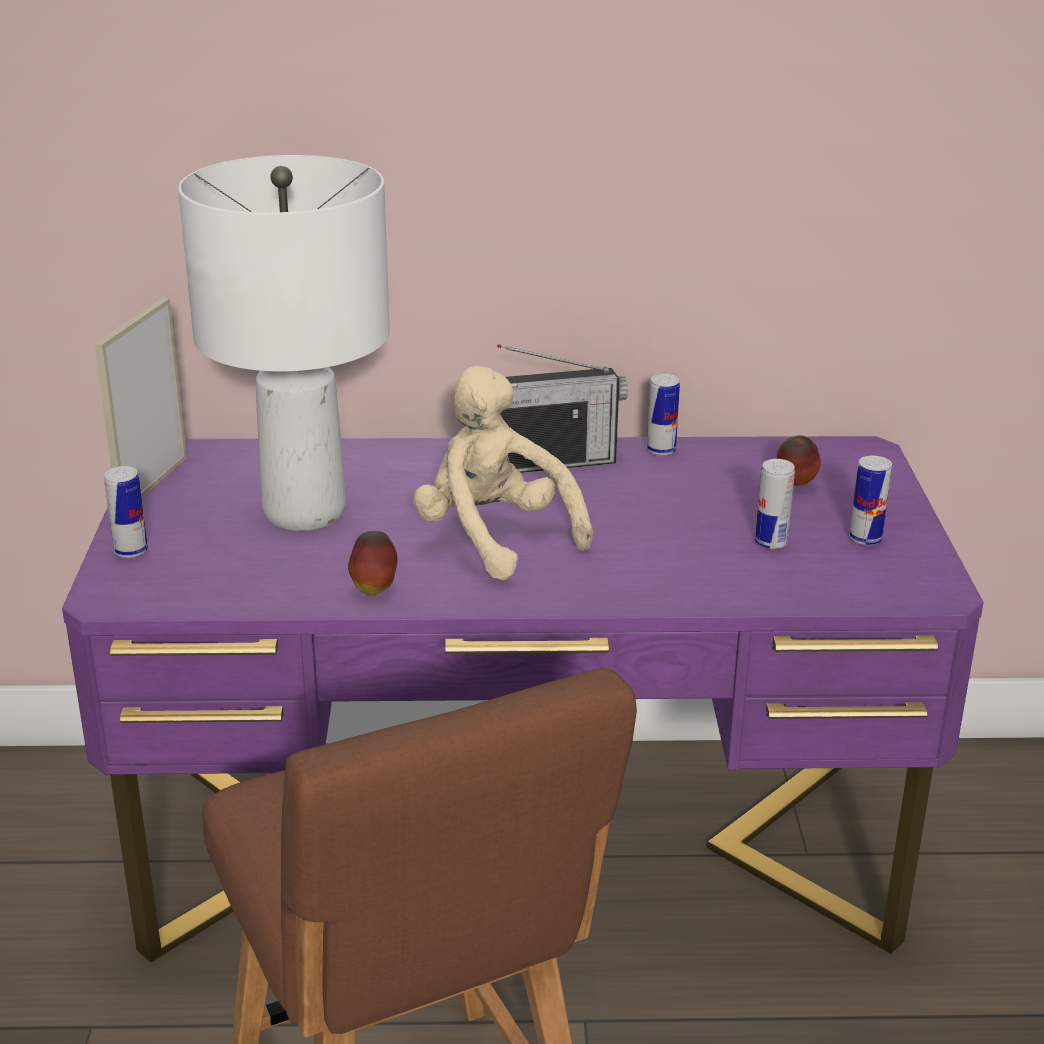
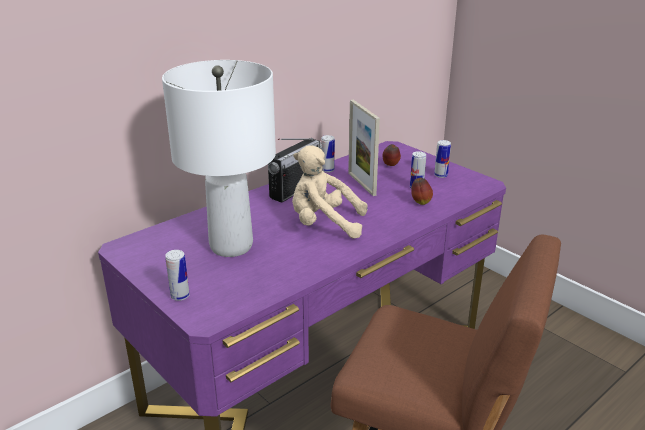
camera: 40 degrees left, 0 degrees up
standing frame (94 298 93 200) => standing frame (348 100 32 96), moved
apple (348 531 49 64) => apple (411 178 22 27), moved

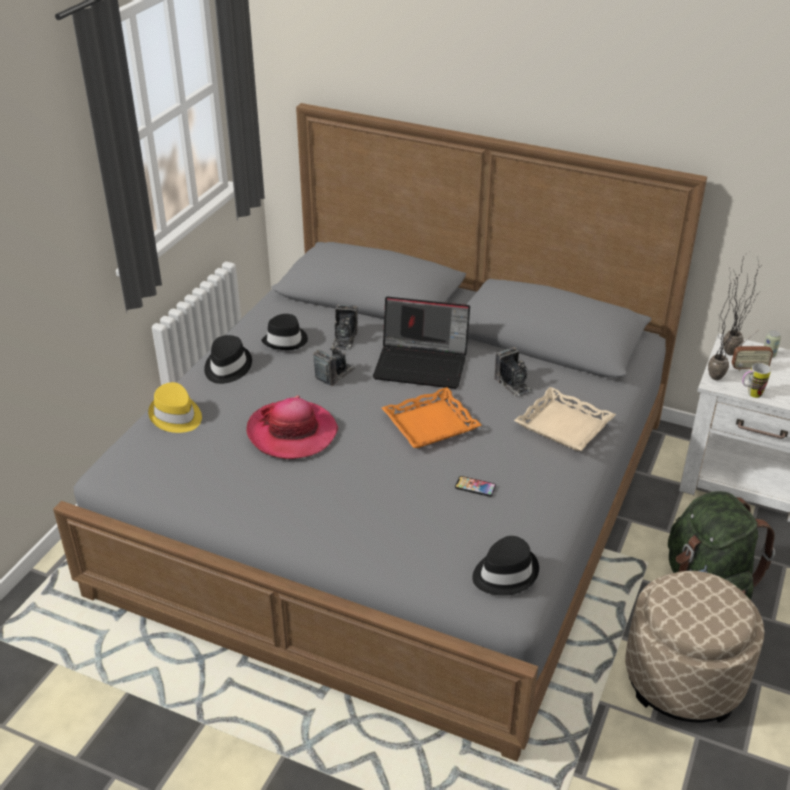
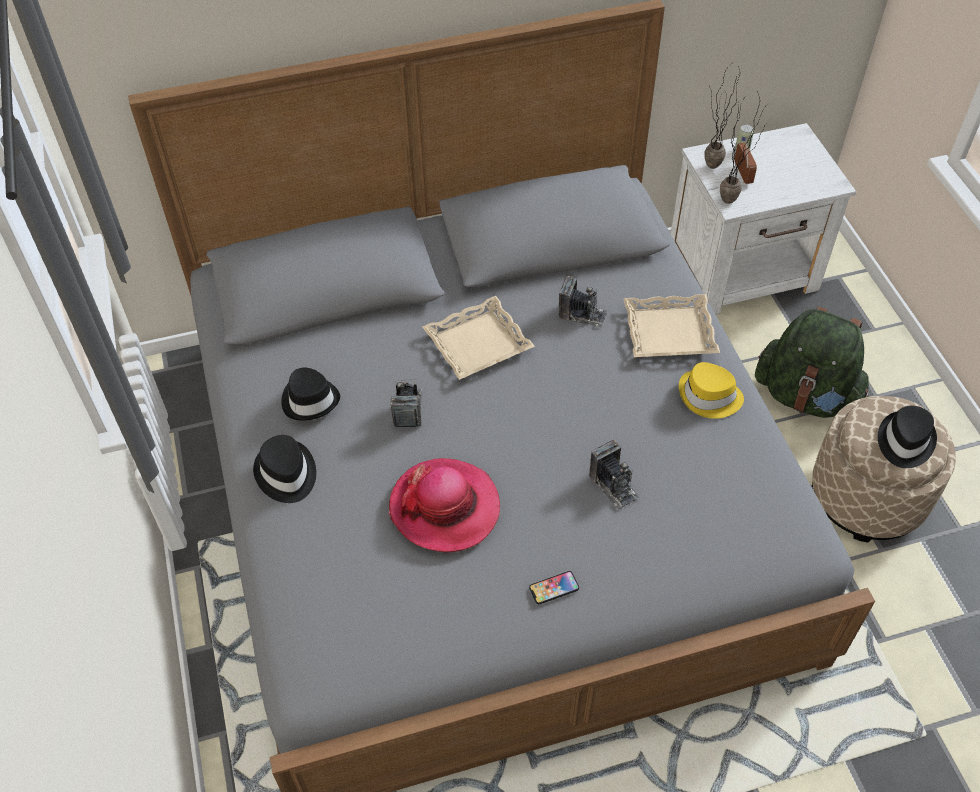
camera: 40 degrees left, 15 degrees up
clothing hat/yellowish (148 382 54 51) => clothing hat/yellowish (679 362 65 57), moved
photo camera (332 304 26 47) => photo camera (589 440 51 70), moved
notebook computer (373 297 97 92) => tray/sand-coloured (422 296 113 84)
tray/orange (381 387 100 61) => nothing
handset (455 476 41 21) => handset (529 571 50 33), moved
clothing hat/black-coloured (472 536 67 60) => clothing hat/black-coloured (878 406 59 62), moved
radio receiver (732 330 41 41) => radio receiver (734 138 23 46), 60 degrees counterclockwise
tea mug (742 363 29 35) => nothing

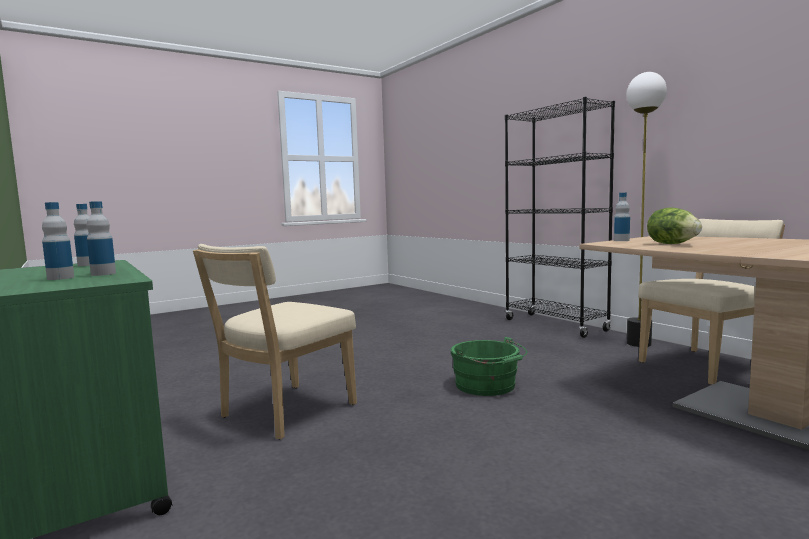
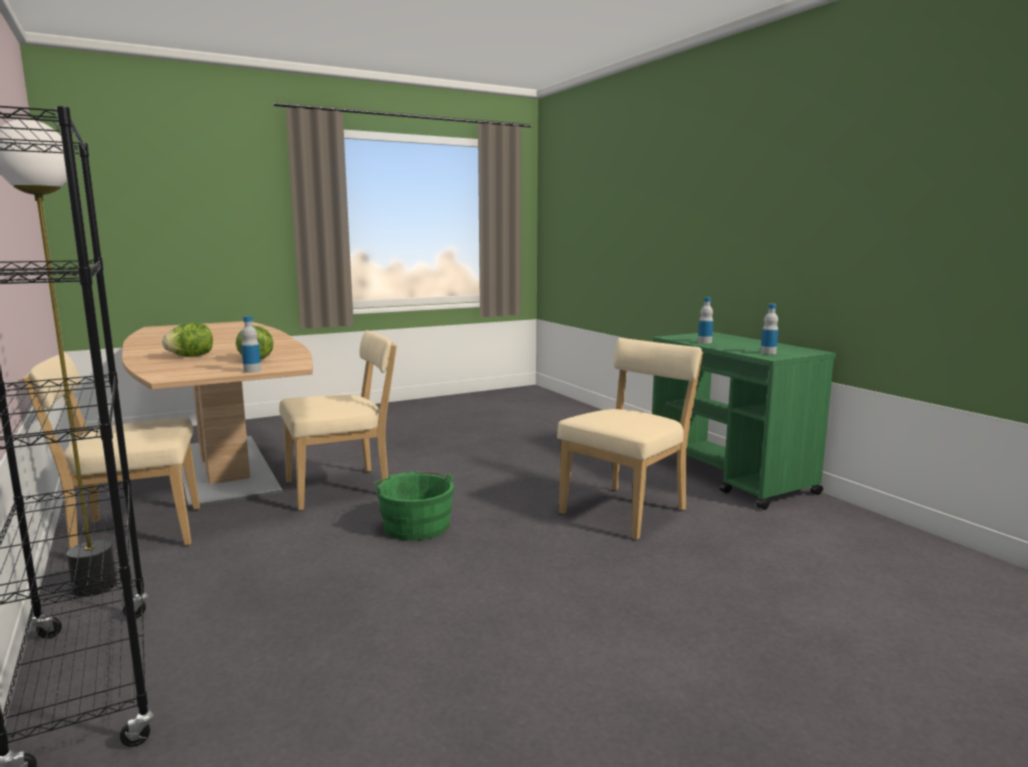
camera: 175 degrees left, 5 degrees up
beverage bottle (42 202 32 78) => nothing
nothing => lettuce head (162 323 51 34)
nothing => plain chair/sand-coloured (279 330 118 181)

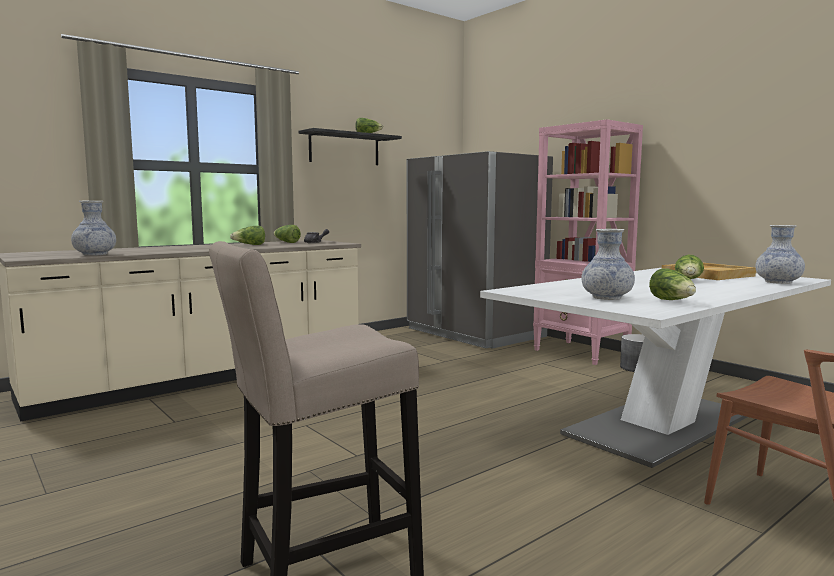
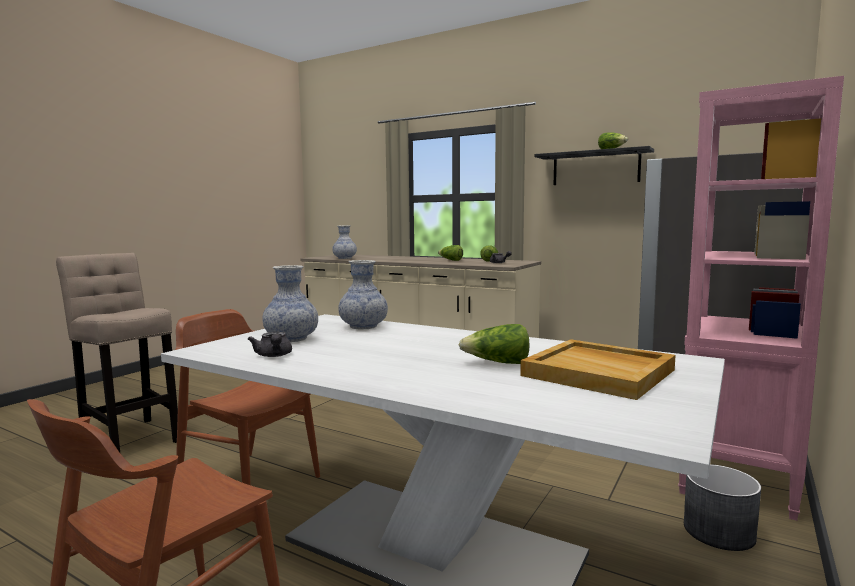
camera: 70 degrees right, 0 degrees up
lettuce head (649 268 47 32) => teapot/grey (248 332 44 25)
decorative vase (755 225 50 59) => decorative vase (338 260 50 69), moved
nothing => plain chair/brownish (175 309 145 176)

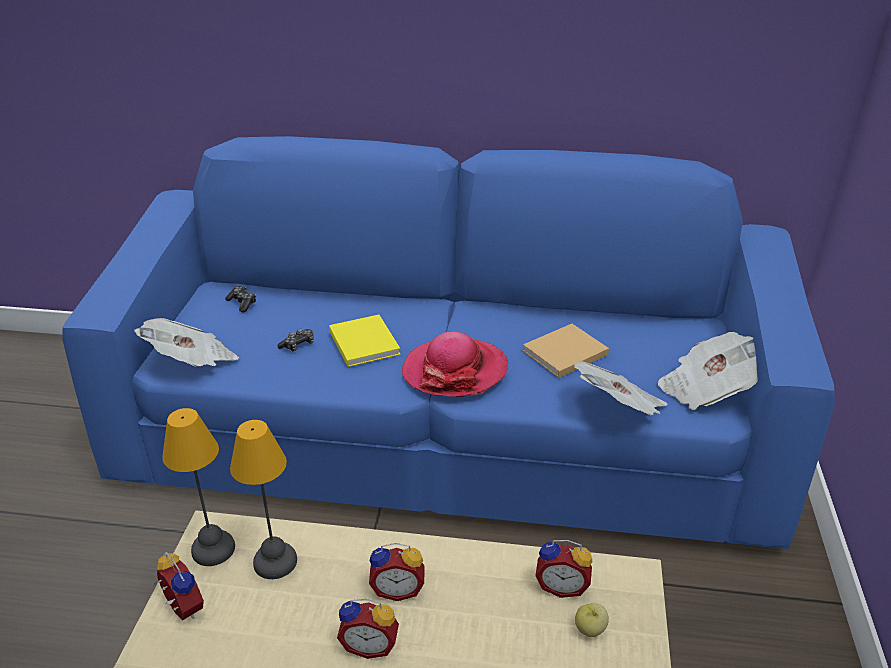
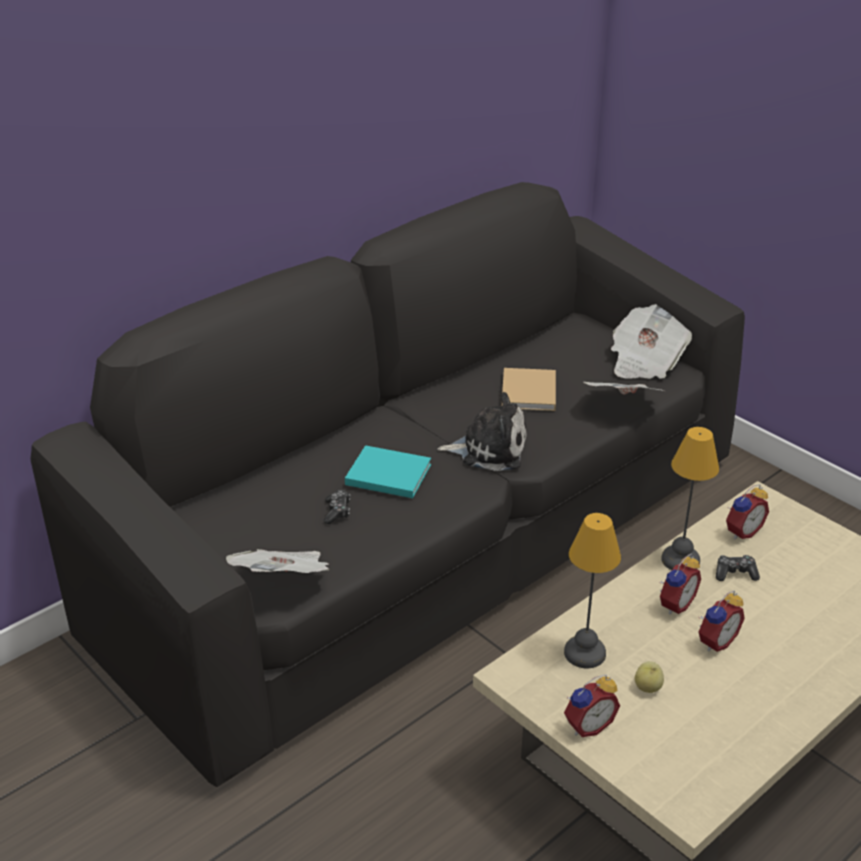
camera: 50 degrees left, 0 degrees up
couch/blue (62 136 773 413) => couch/black-coloured (30 182 715 605)
alarm clock (153 552 51 69) => alarm clock (564 674 56 63), 150 degrees clockwise
tabletop lamp (162 408 73 158) => tabletop lamp (661 427 58 143), moved
game controller (225 286 31 26) => game controller (716 555 44 26), moved
book/yellowish (329 315 71 52) => book/turquoise-coloured (345 445 86 53)
clothing hat (402 331 106 66) => cuddly toy (437 392 90 79)
apple (575 603 34 34) => apple (635 661 29 32), moved

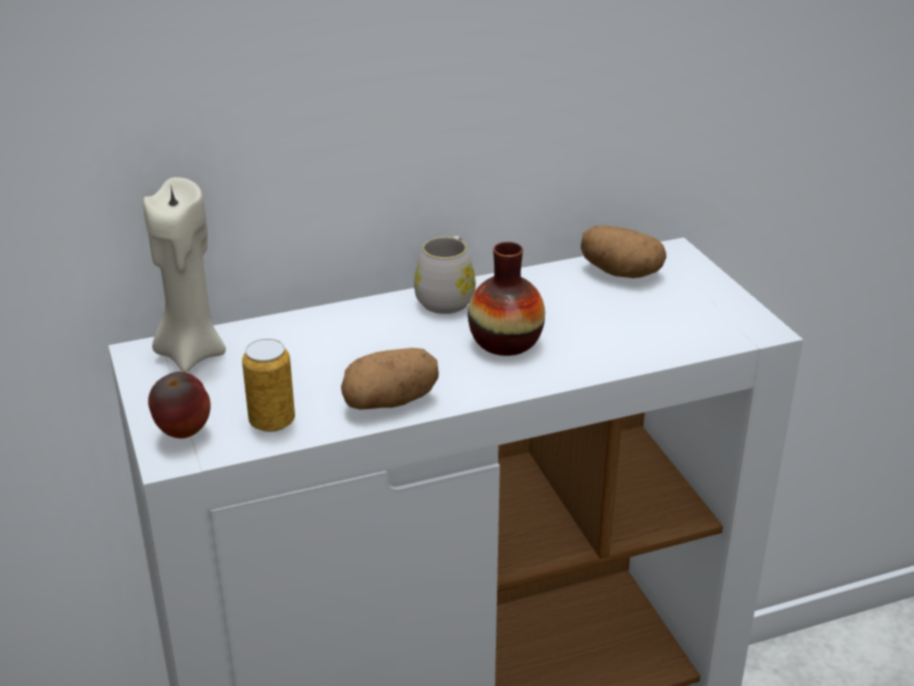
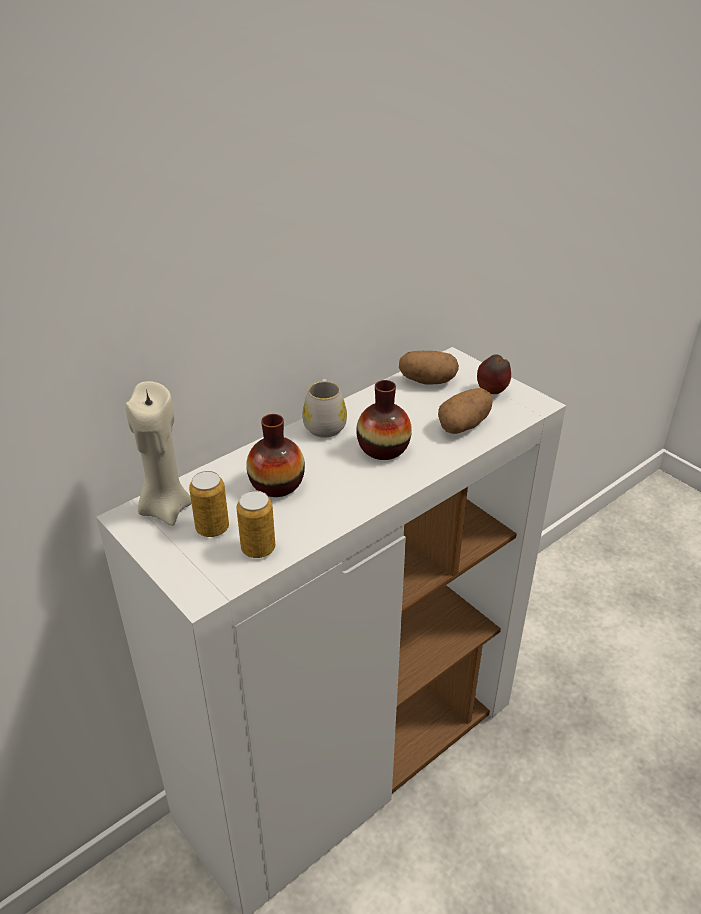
camera: 20 degrees left, 5 degrees up
apple (148 372 62 66) => apple (477 354 34 40), moved
potato (341 348 98 62) => potato (438 388 55 46), moved
nothing => metal can (189 471 40 66)
nothing => decorative vase (246 414 59 83)

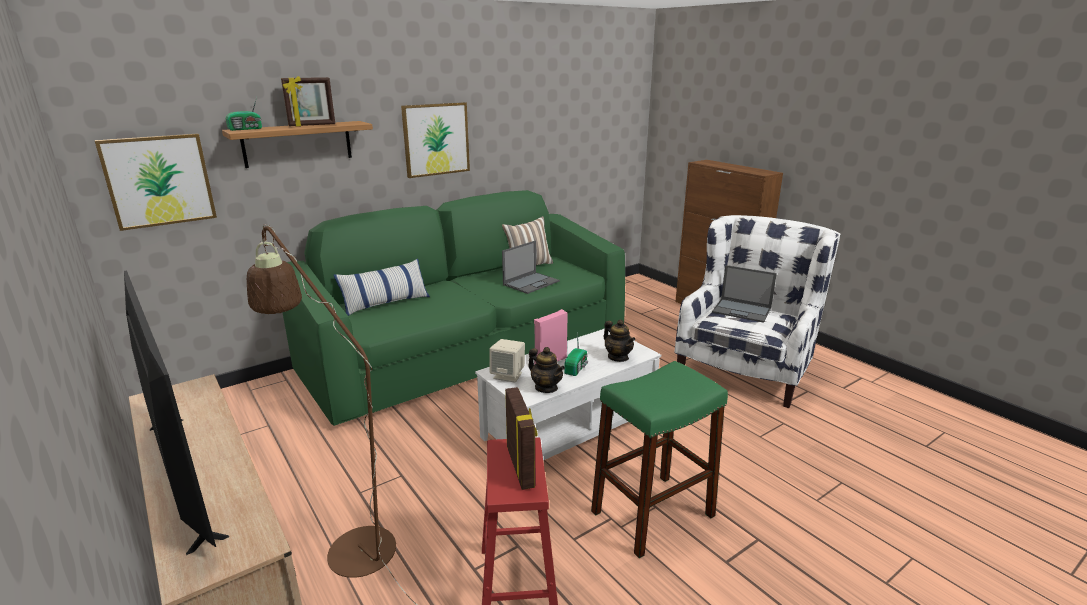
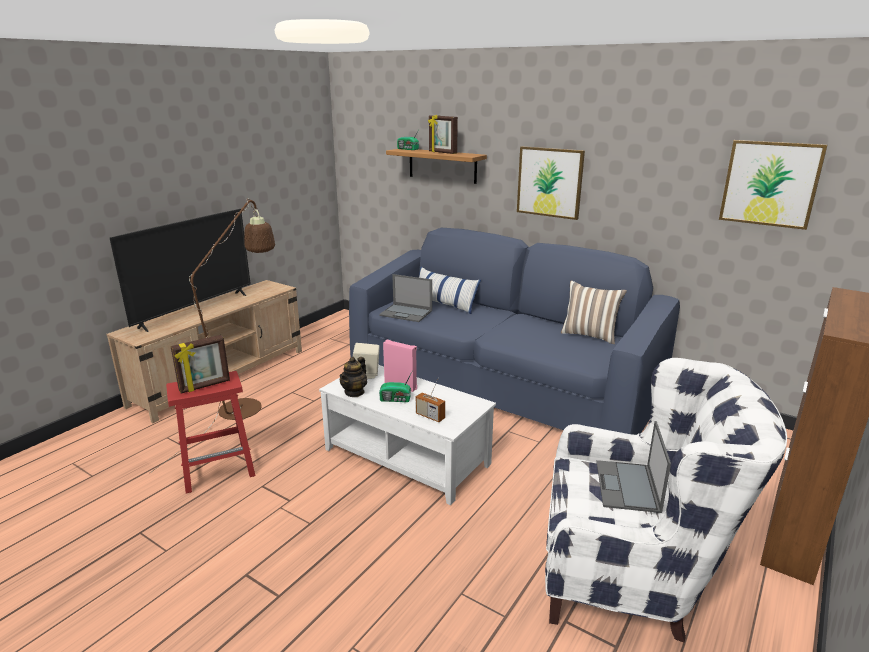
camera: 70 degrees right, 0 degrees up
picture (95 134 122 97) => picture (719 140 109 90), moved
couch/green-coloured (282 190 343 236) => couch/blue (349 228 331 207)
notebook computer (502 241 58 53) => notebook computer (379 274 53 48), moved
sitting stool/green-coloured (591 361 137 197) => nothing
teapot (604 320 32 42) => radio receiver (416 378 29 44)

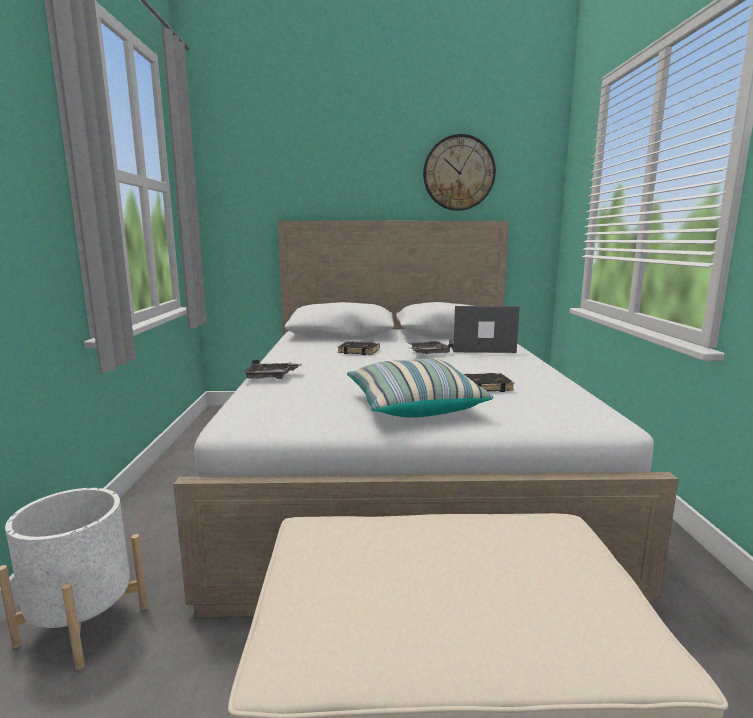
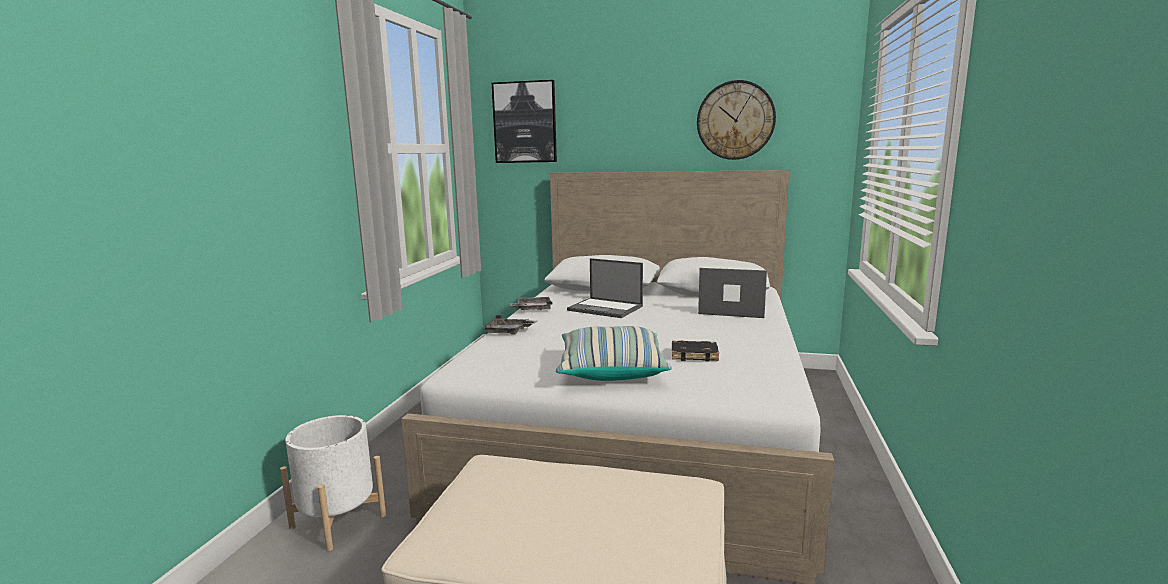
camera: 15 degrees right, 0 degrees up
book/black-coloured (337 341 43 14) => notebook computer (567 258 76 60)
tray/grey (408 341 45 13) => tray/grey (509 297 44 13), moved
nothing => picture (492 80 65 83)

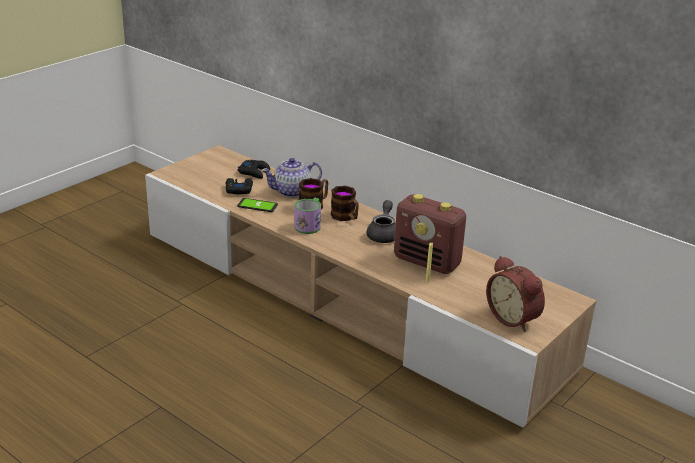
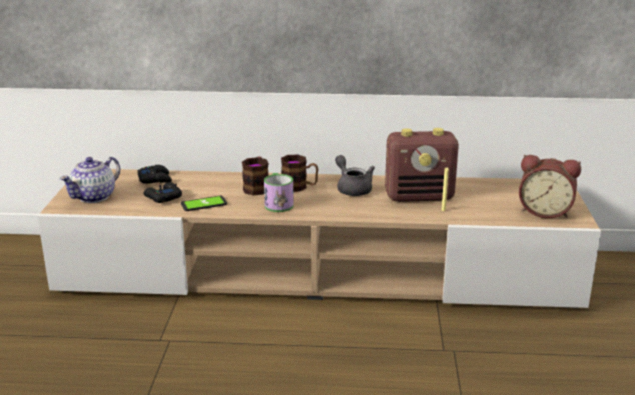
camera: 35 degrees left, 5 degrees down
teapot (261 158 61 40) => teapot (60 157 60 46), moved

